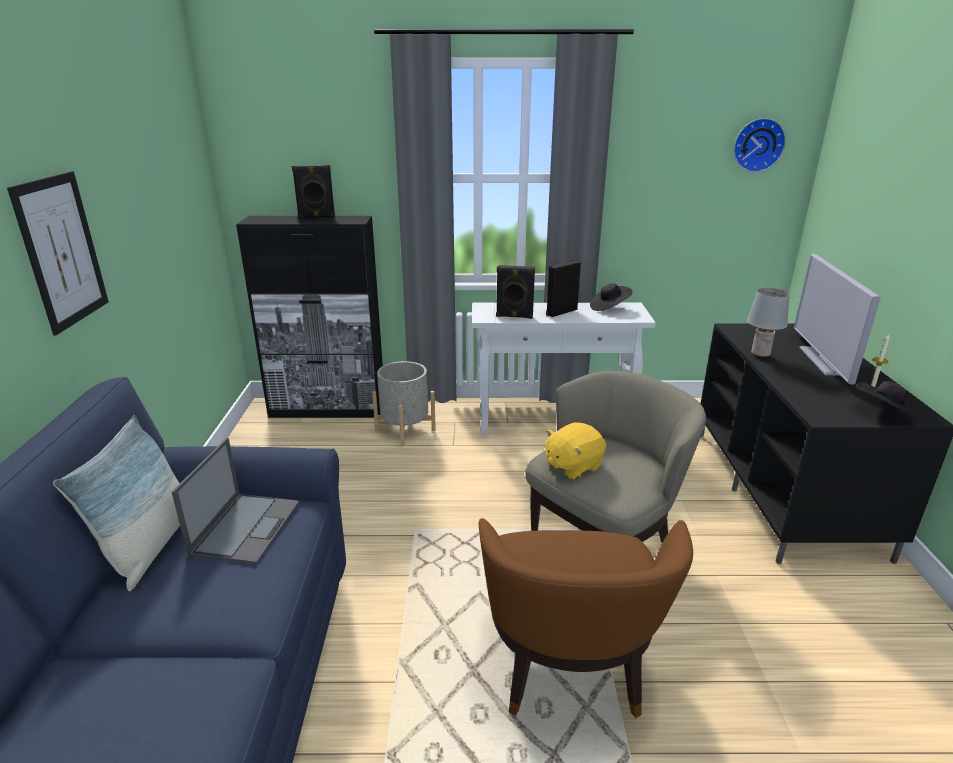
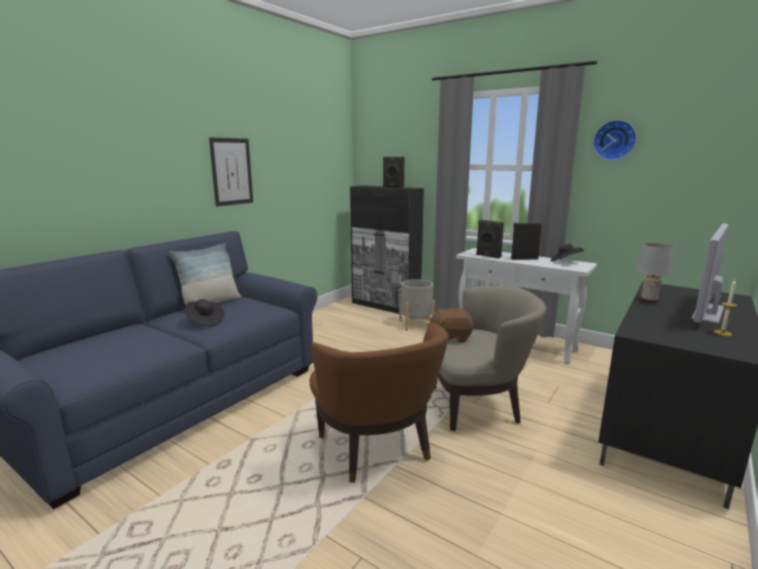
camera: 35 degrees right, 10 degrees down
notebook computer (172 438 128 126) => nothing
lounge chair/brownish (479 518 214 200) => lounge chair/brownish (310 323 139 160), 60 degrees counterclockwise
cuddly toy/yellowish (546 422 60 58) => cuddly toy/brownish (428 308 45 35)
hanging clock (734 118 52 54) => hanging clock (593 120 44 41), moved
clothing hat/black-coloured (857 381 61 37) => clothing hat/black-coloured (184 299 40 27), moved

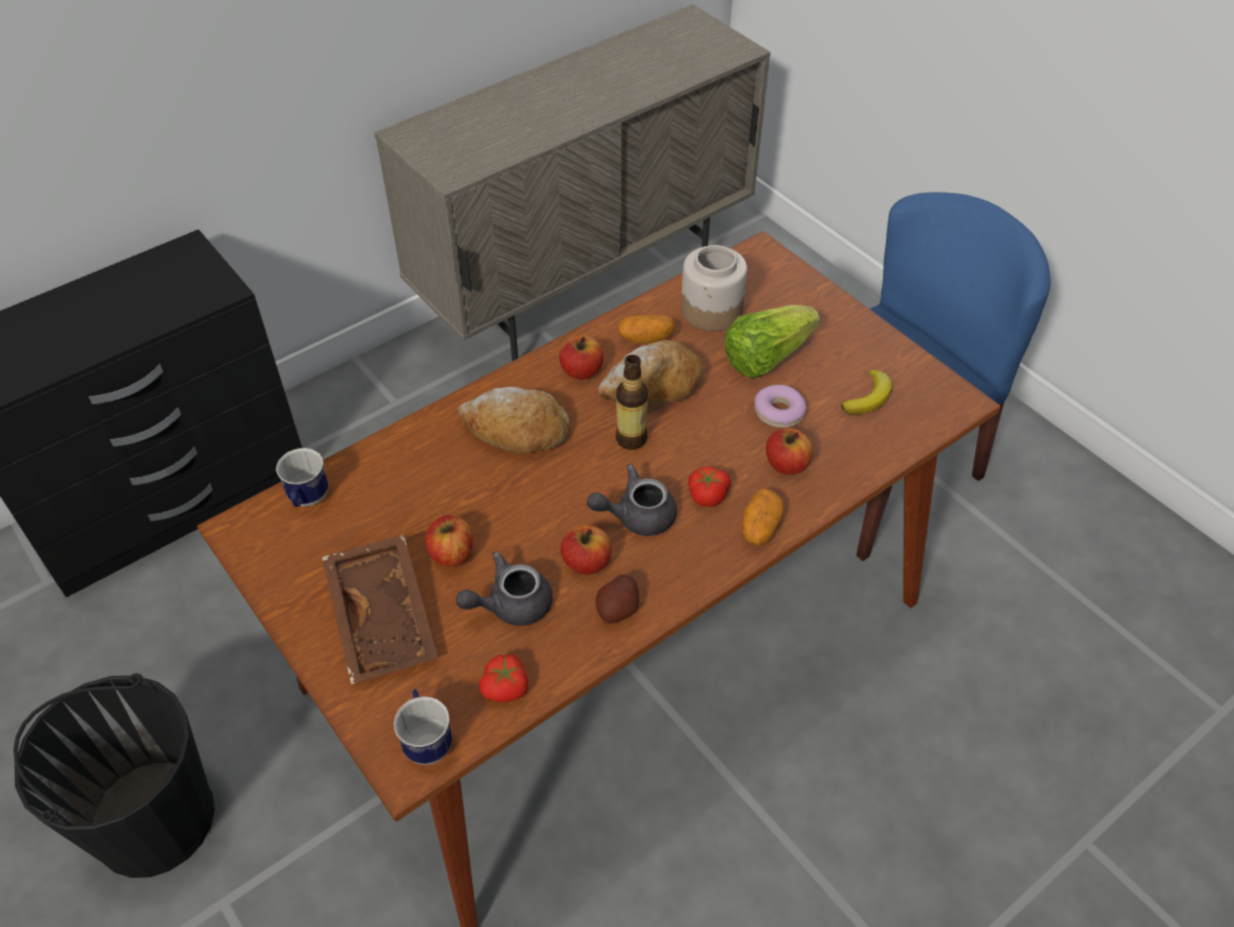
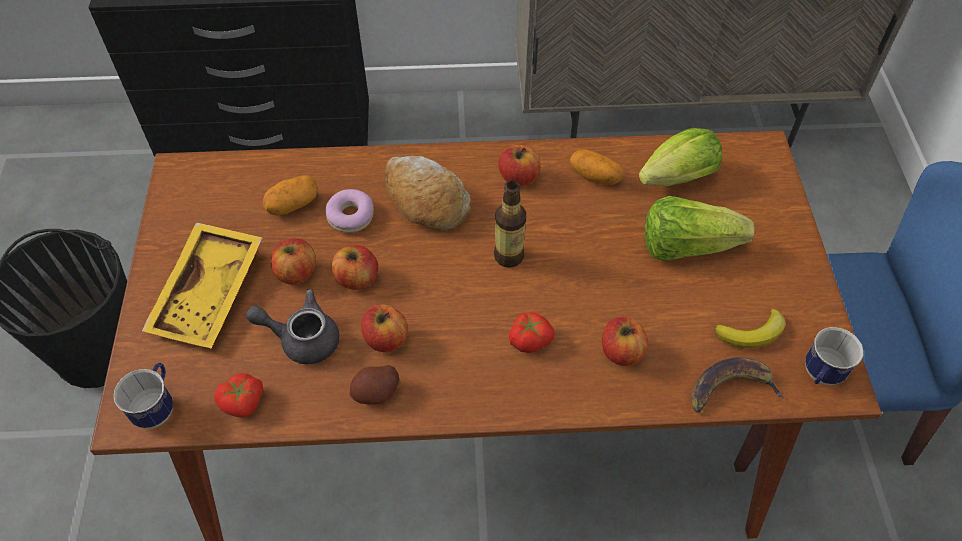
camera: 35 degrees right, 5 degrees up
tea mug (276 448 53 59) => tea mug (805 327 58 58), moved
tray/brownish (322 535 116 149) => tray/yellowish (142 222 121 126)
teapot/grey (587 464 90 72) => nothing
bakery bread (598 340 106 66) => nothing
storage jar (681 245 66 86) => lettuce head (639 128 83 58)
potato (742 488 42 57) => potato (263 175 55 41), moved
ring doughnut (754 385 53 43) => ring doughnut (325 189 49 44), moved
nothing => apple (332 245 46 45)
nothing => banana (691 357 93 56)

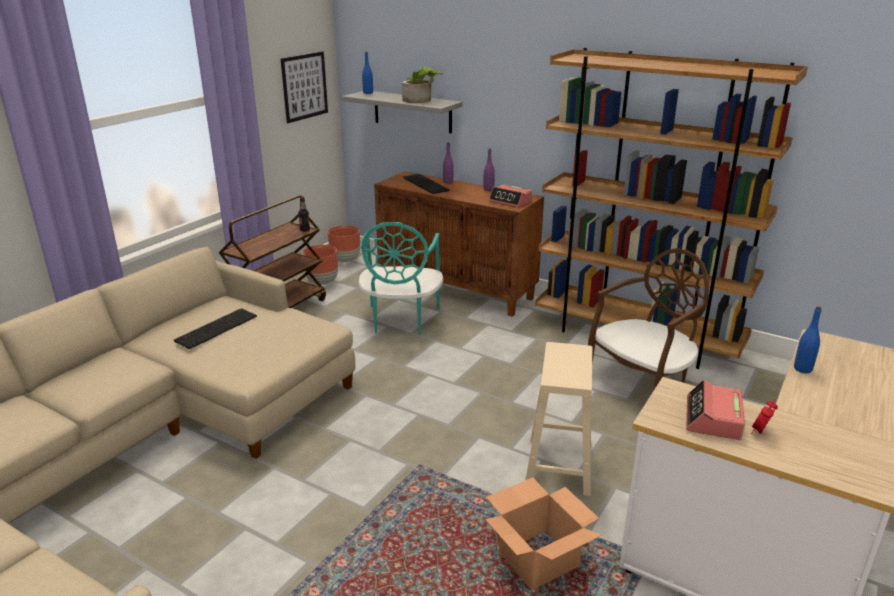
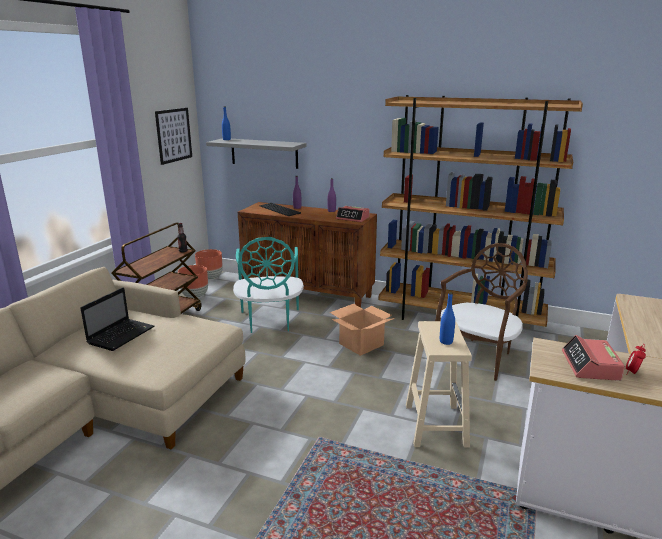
camera: 10 degrees left, 5 degrees down
keyboard (174 308 83 41) => notebook computer (81 287 73 64)
potted plant (402 66 41 37) => nothing
cardboard box (485 477 117 113) => cardboard box (330 304 65 52), moved
beverage bottle/blue (794 306 27 67) => beverage bottle/blue (440 292 15 53), moved

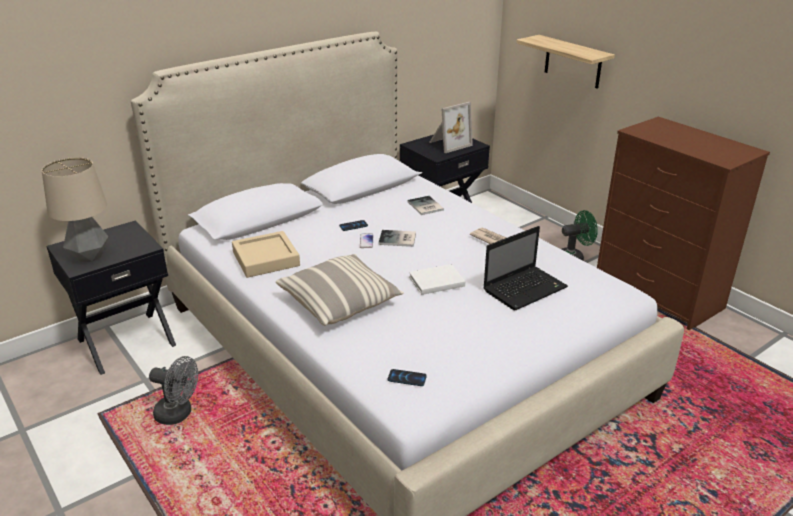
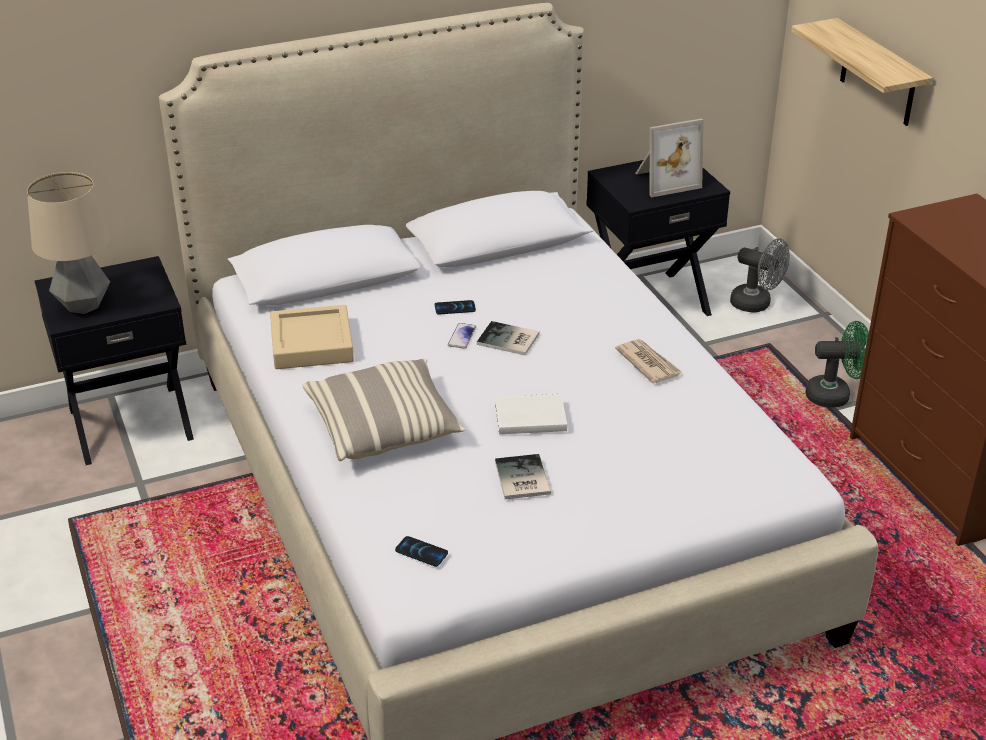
camera: 15 degrees right, 5 degrees up
cooling fan/grey (149 356 49 69) => cooling fan/grey (730 238 60 75), moved
book (407 196 37 19) => book (495 454 56 45), moved
notebook computer (483 226 85 85) => nothing

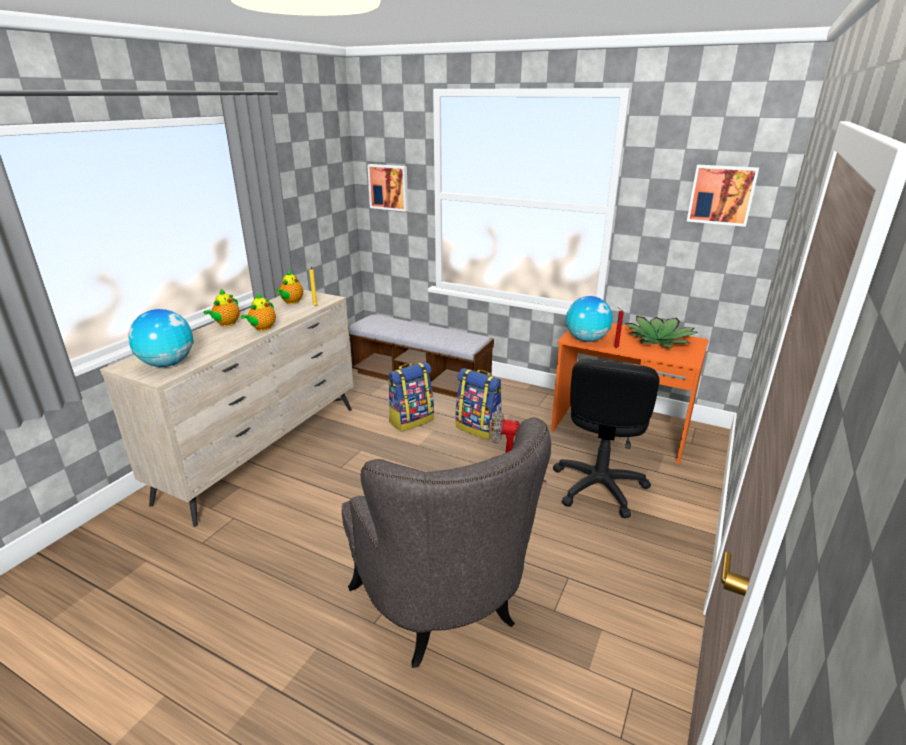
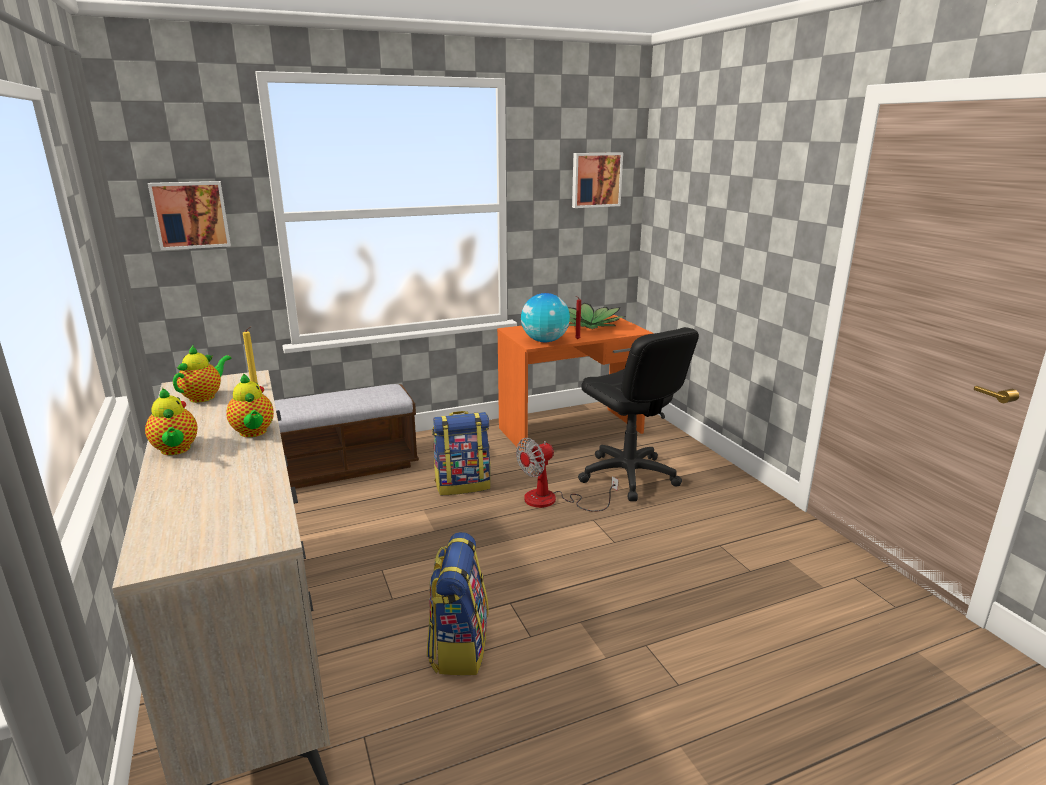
camera: 50 degrees left, 5 degrees down
globe (128 309 66 58) => nothing
teapot (276 270 27 34) => teapot (173 345 58 58), 120 degrees counterclockwise
lounge chair/grey (342 417 209 251) => nothing
rucksack (388 362 46 70) => rucksack (427 532 62 143), moved

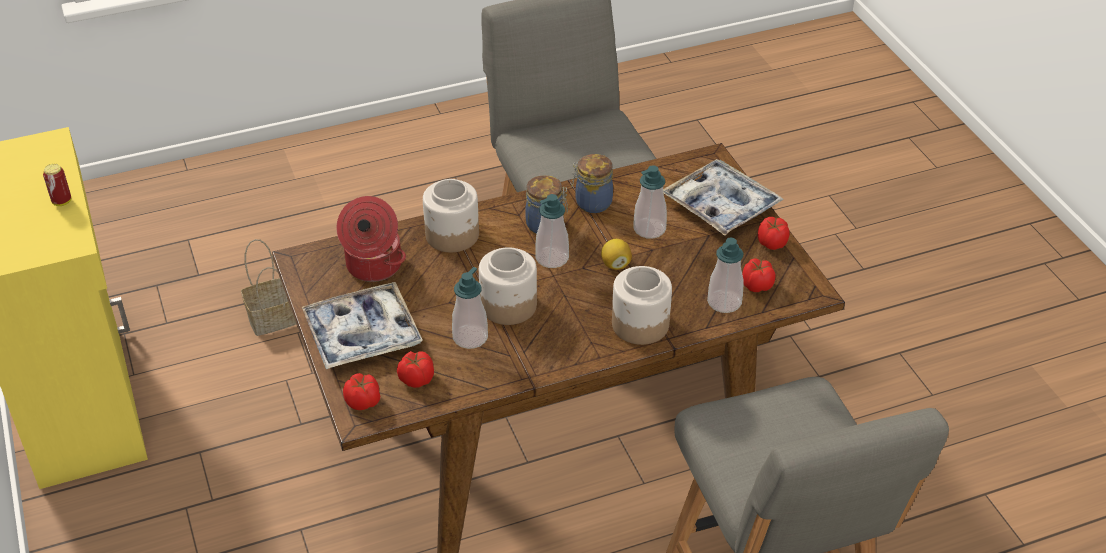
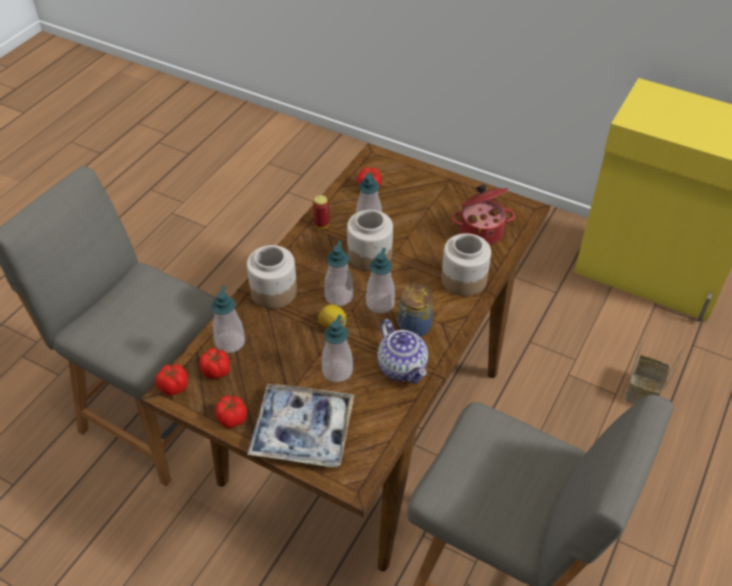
camera: 140 degrees right, 5 degrees up
metal can (43 164 28 42) => metal can (313 195 17 34), moved
tray (301 282 122 87) => nothing
tomato (343 373 37 37) => tomato (155 364 33 31), moved
storage jar (571 154 42 59) => teapot (377 319 51 65)
nothing => soap dispenser (325 240 28 66)

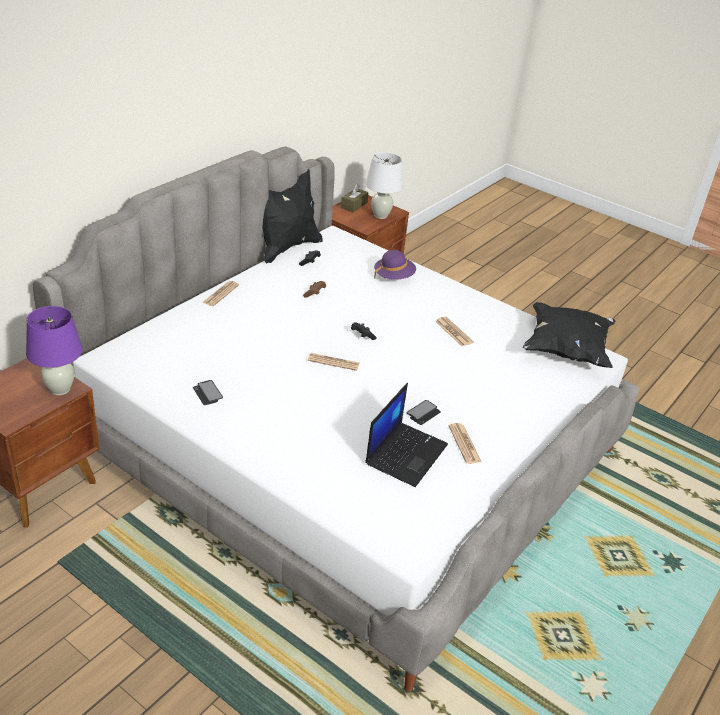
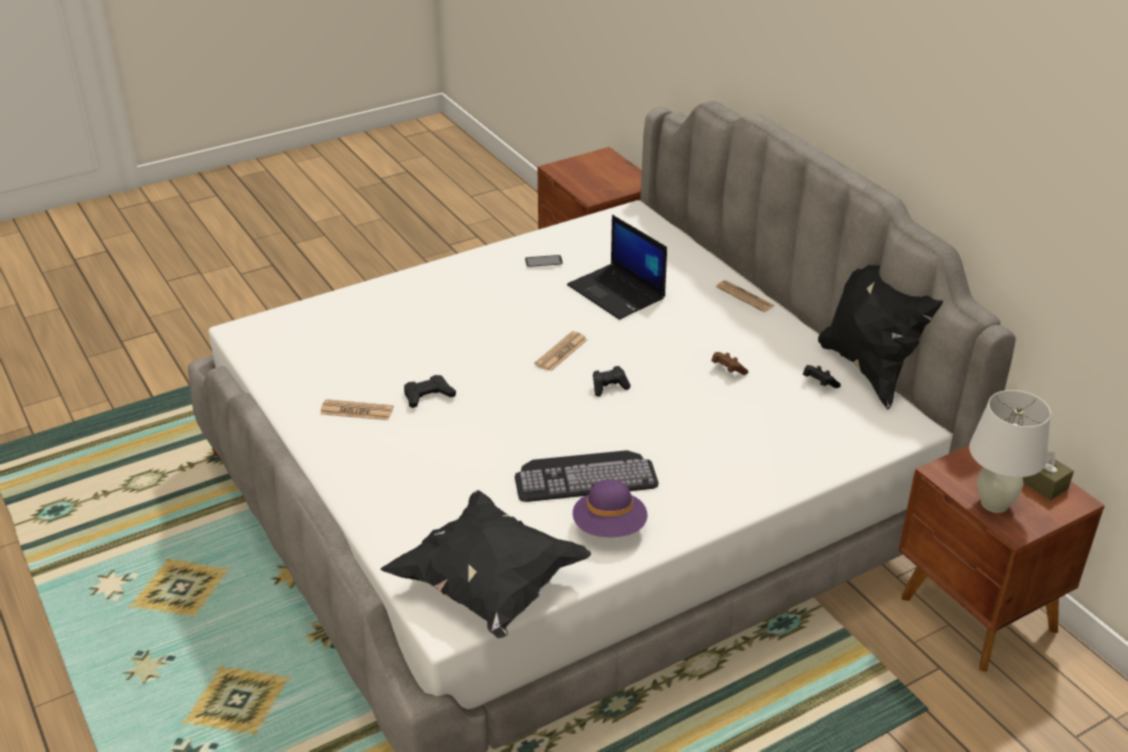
camera: 115 degrees right, 0 degrees up
tabletop lamp/purple (26 306 57 89) => nothing
notebook computer (365 383 83 104) => notebook computer (567 215 100 105), moved
clothing hat/purple (374 250 42 30) => clothing hat/purple (573 479 74 58), moved
handset (406 400 35 25) => game controller/black-coloured (404 375 52 33)
printed paper (435 317 39 29) => keyboard (515 450 144 52)

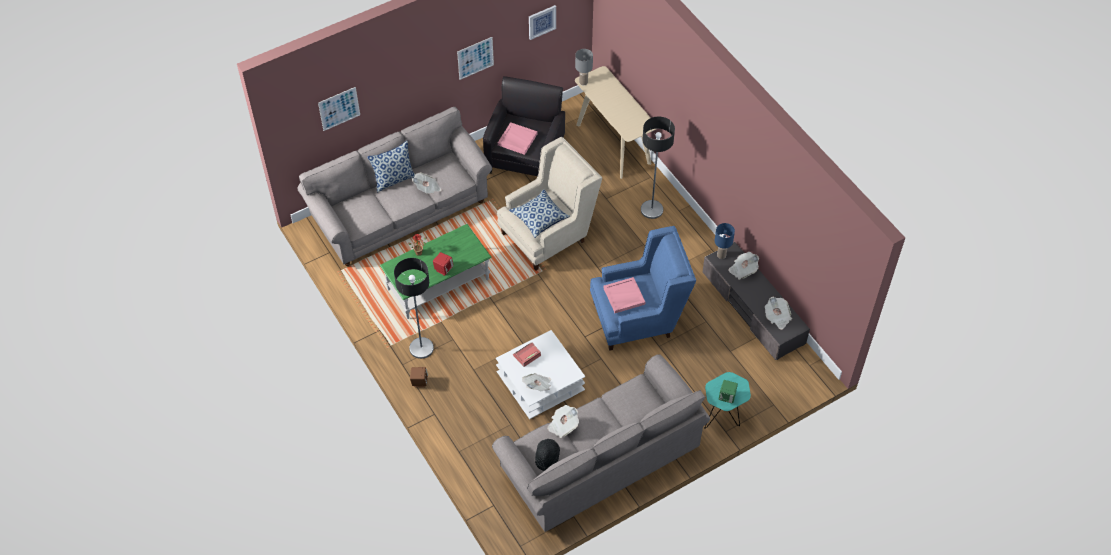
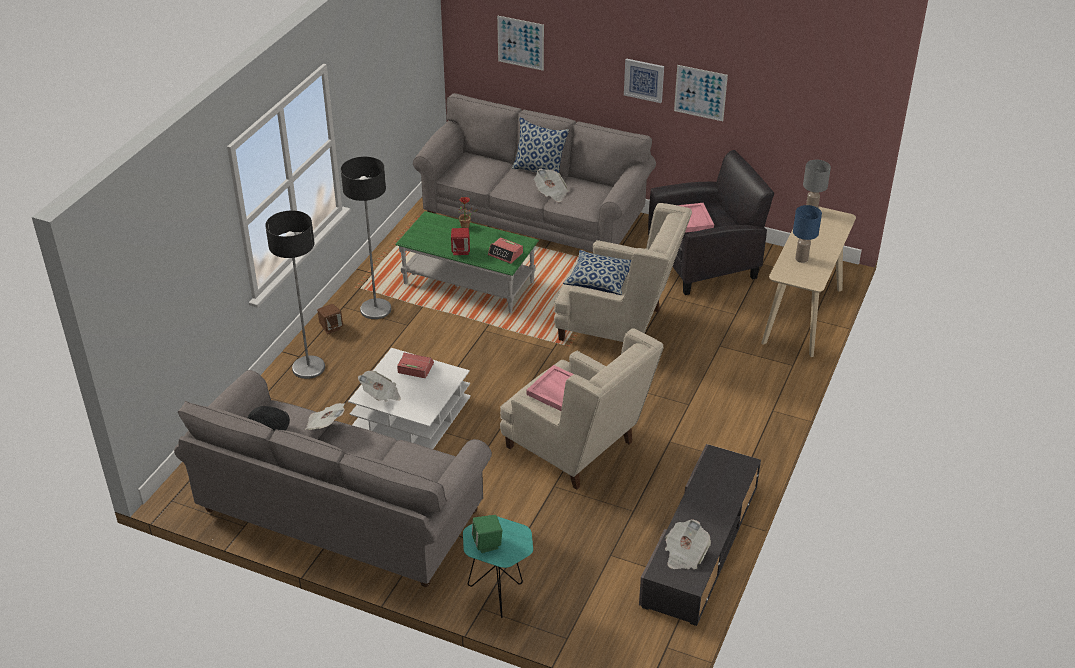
camera: 55 degrees right, 15 degrees down
picture (529 5 27 35) => picture (624 58 40 45), moved
lounge chair/blue (590 226 106 125) => lounge chair/sand-coloured (500 328 164 162)
standard lamp (641 117 34 102) => standard lamp (265 210 60 169), moved
tabletop lamp/blue (714 223 21 36) => tabletop lamp/blue (793 205 29 58), moved
printed paper (729 252 30 28) => nothing
nothing => alarm clock (488 238 35 26)

